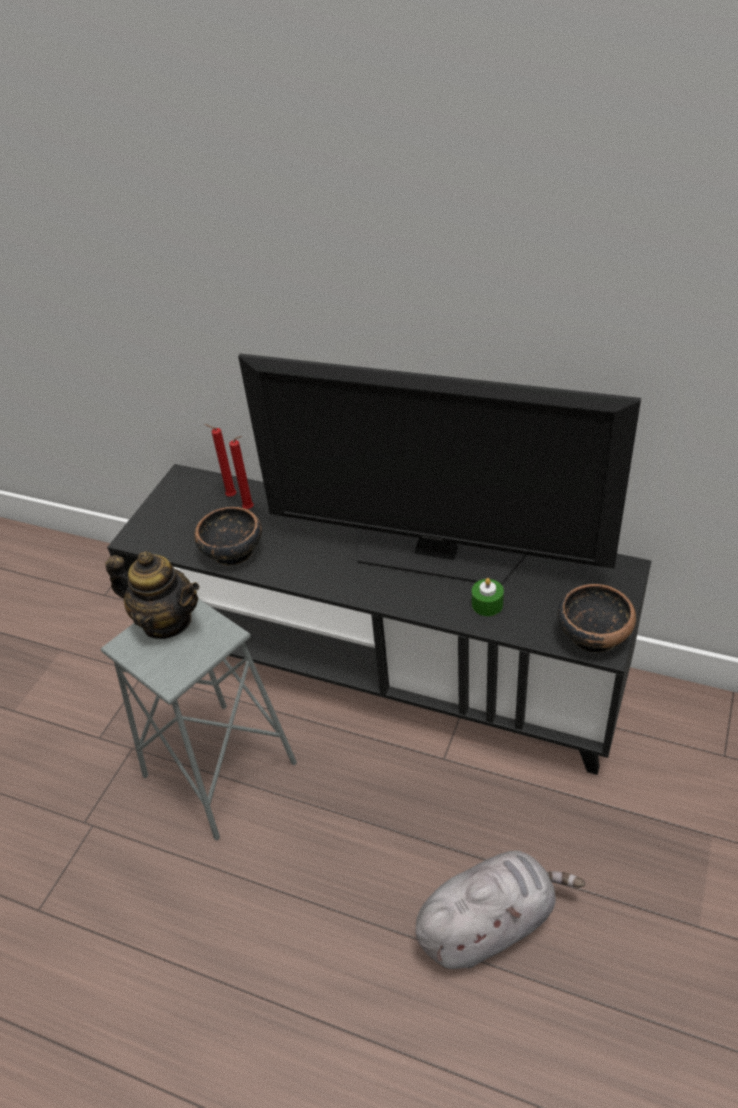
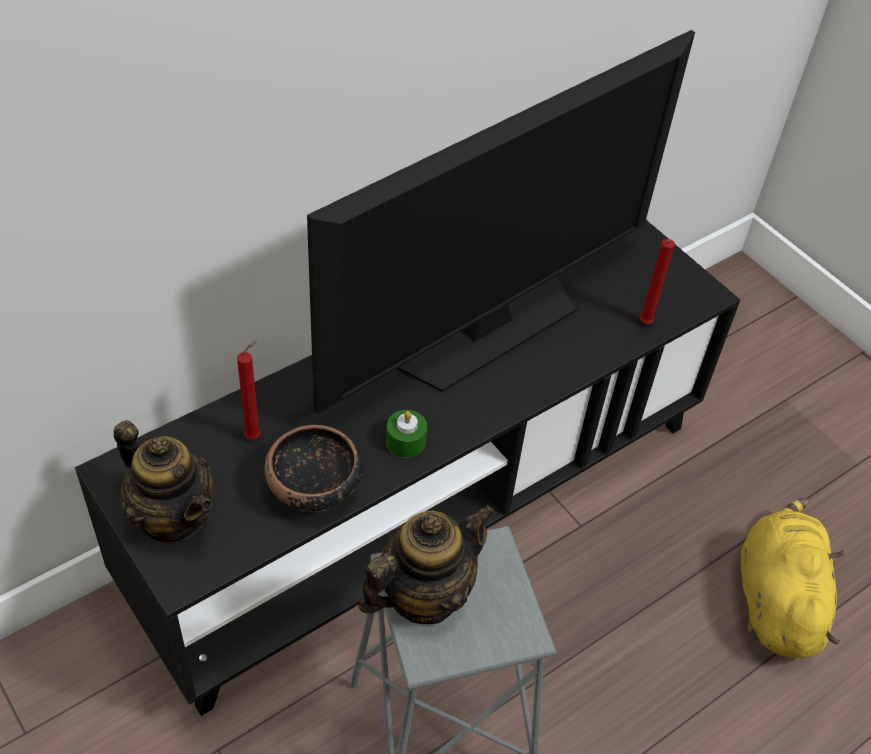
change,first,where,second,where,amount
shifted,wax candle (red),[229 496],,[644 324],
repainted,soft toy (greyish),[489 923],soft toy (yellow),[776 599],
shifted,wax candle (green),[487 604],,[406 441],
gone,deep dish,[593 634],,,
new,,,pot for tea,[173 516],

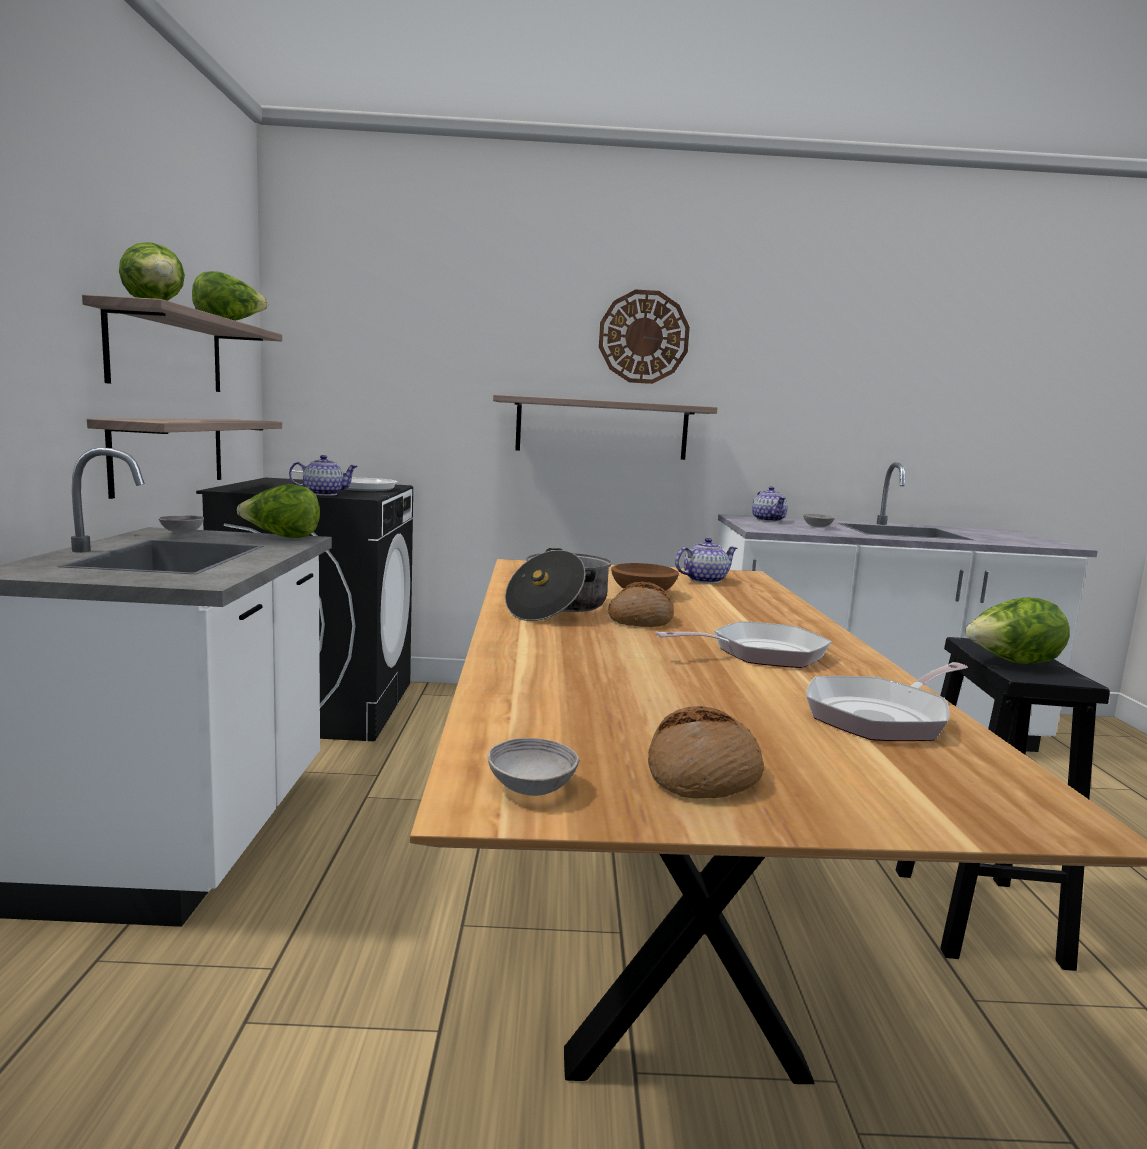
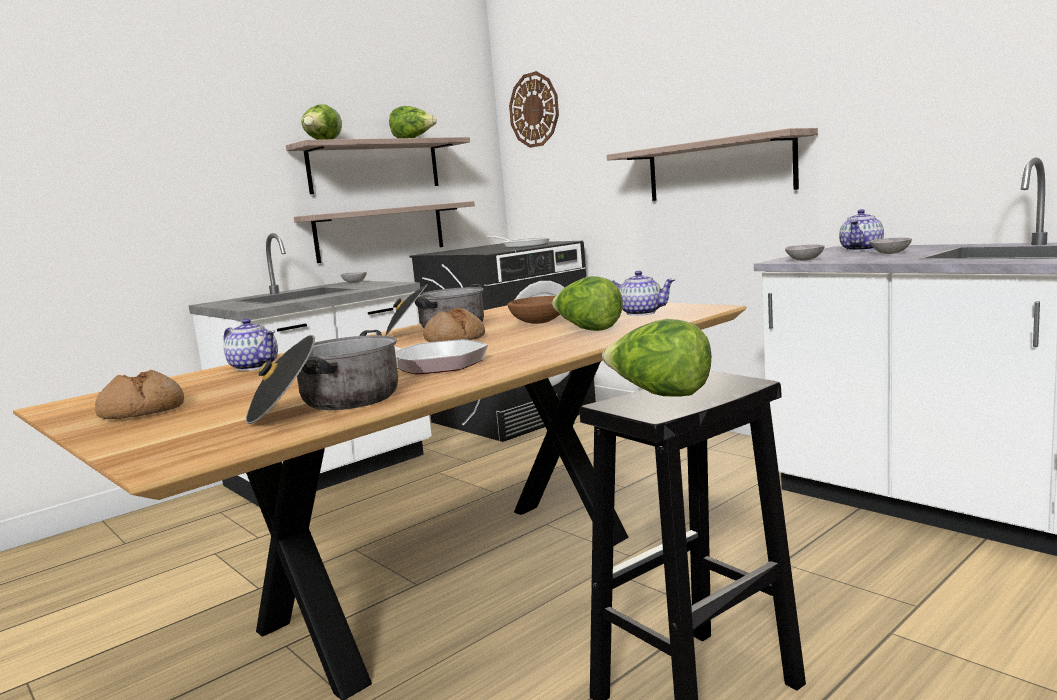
change,first,where,second,where,amount
shifted,head of lettuce,[282 537],,[588 330],
shifted,pot for tea,[323 494],,[254 366],
shifted,deep dish (greyish),[531 788],,[804 260],
shifted,wall clock,[643 337],,[534 110],
swapped,skillet,[882 716],saucepot,[328 404],

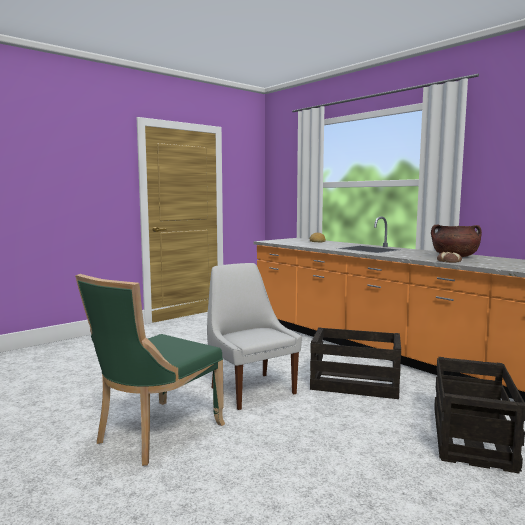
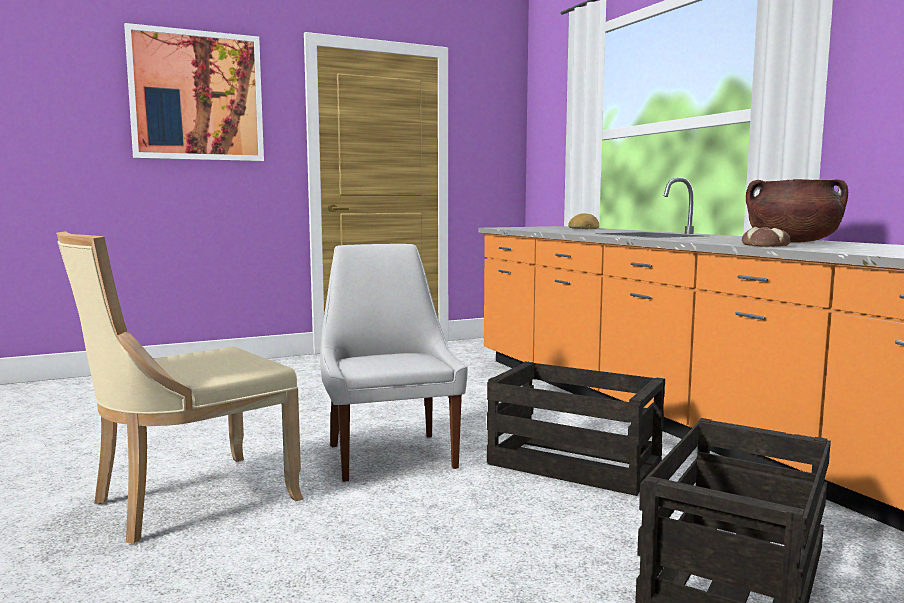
change,first,where,second,where,amount
repainted,upright chair (green),[155 434],upright chair (beige),[187 501],
new,,,picture,[197 96],

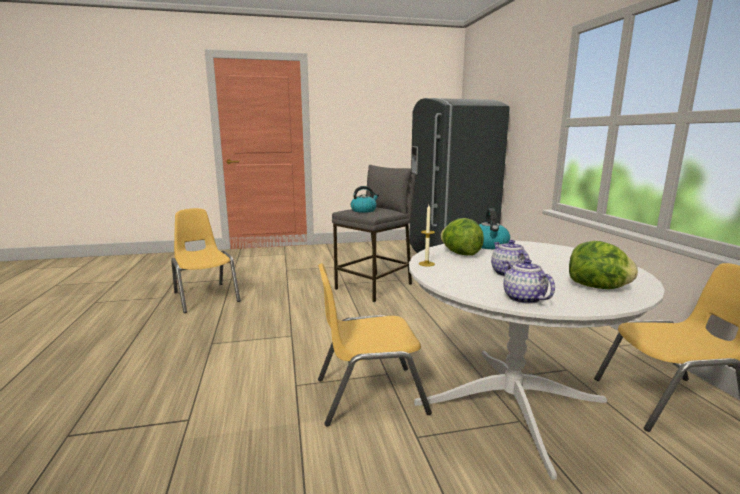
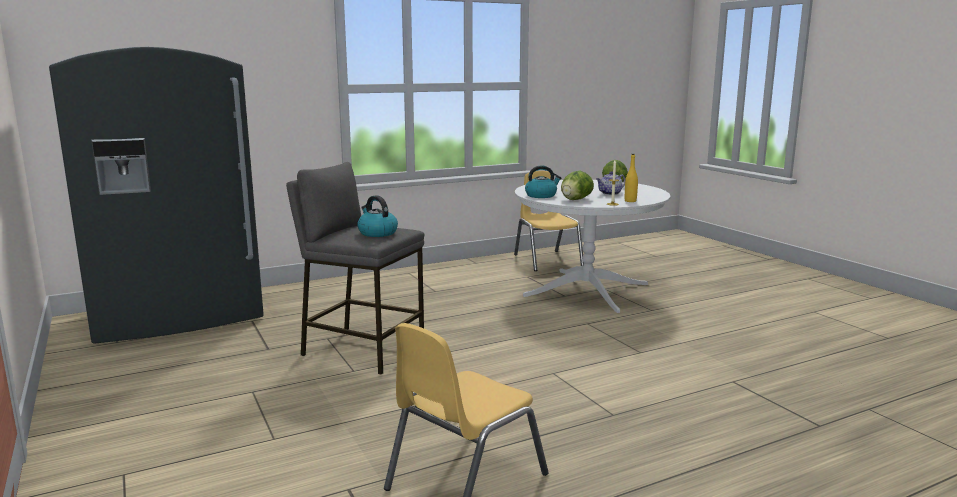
change,first,where,second,where,amount
gone,upright chair (yellow),[370 395],,,
gone,pot for tea,[522 298],,,
new,,,drink bottle (yellow),[630 201],

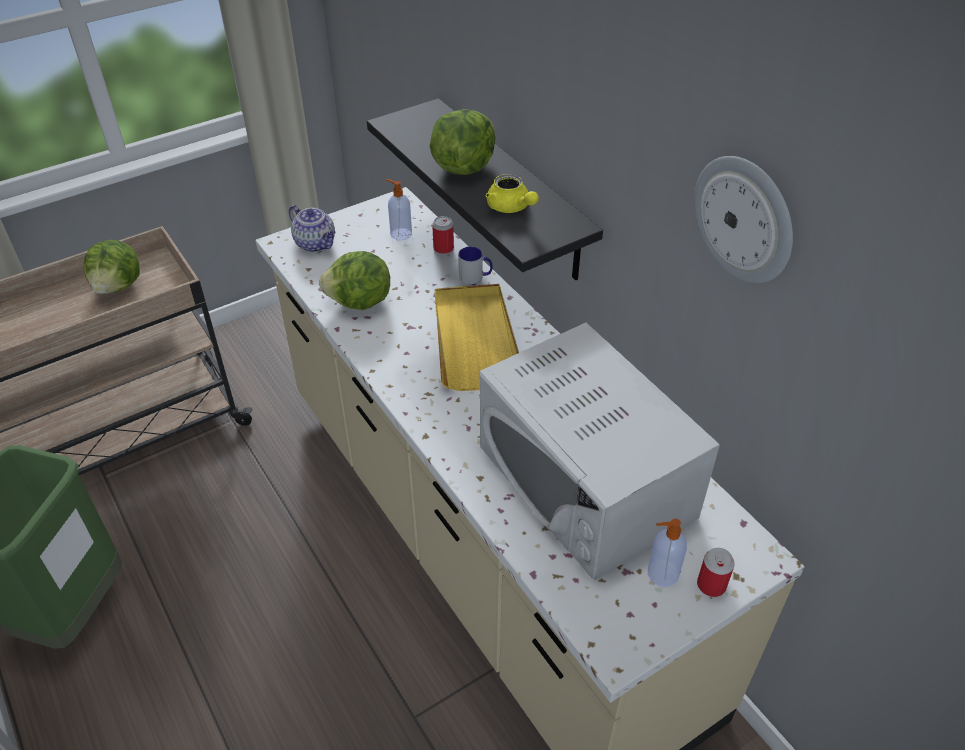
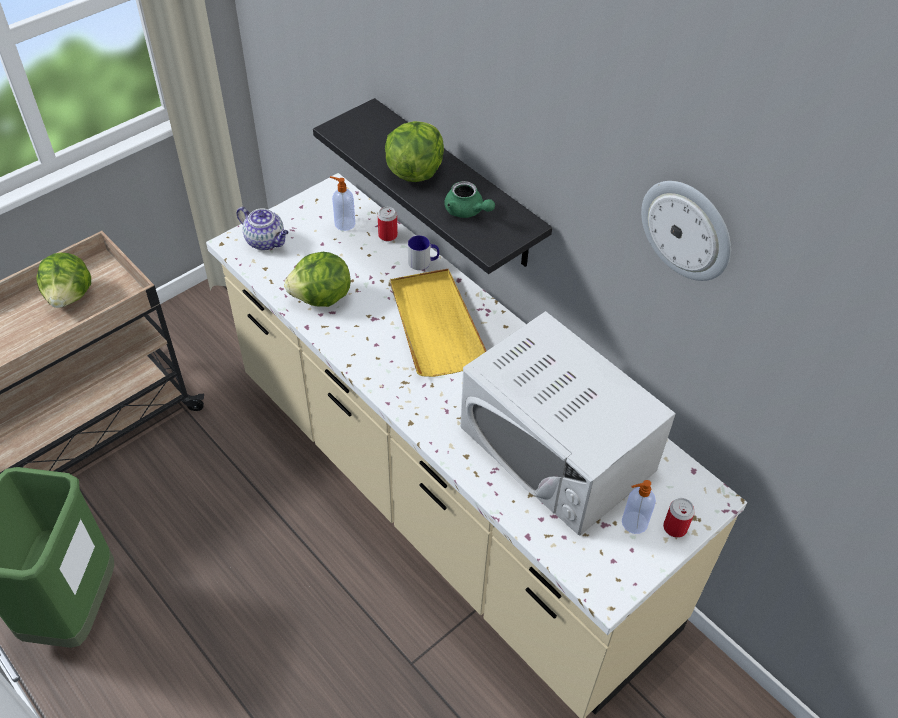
change,first,where,second,where,amount
repainted,pot for tea (yellow),[511 208],pot for tea (green),[467 211],

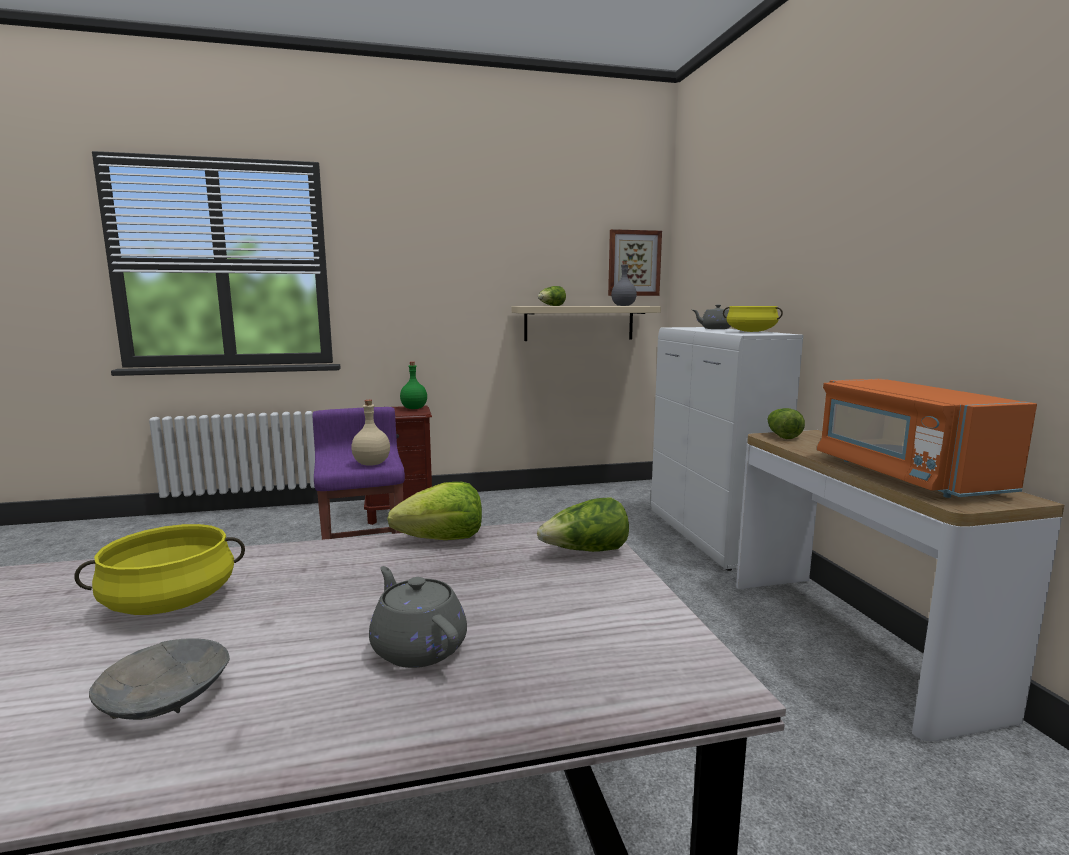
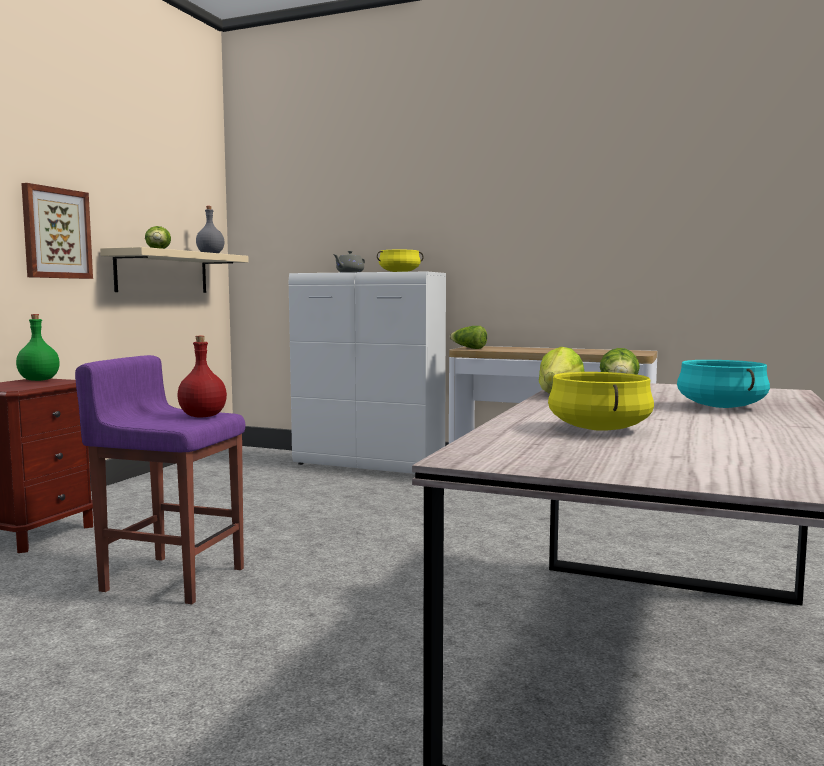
change,first,where,second,where,amount
gone,deep dish (greyish),[164 697],,,
repainted,drink bottle (beige),[372 463],drink bottle (red),[202 416],
swapped,pot for tea (greyish),[418 647],saucepot (turquoise-coloured),[722 407],
shifted,picture,[634 263],,[56 233],
gone,microwave oven (orangey),[903 475],,,

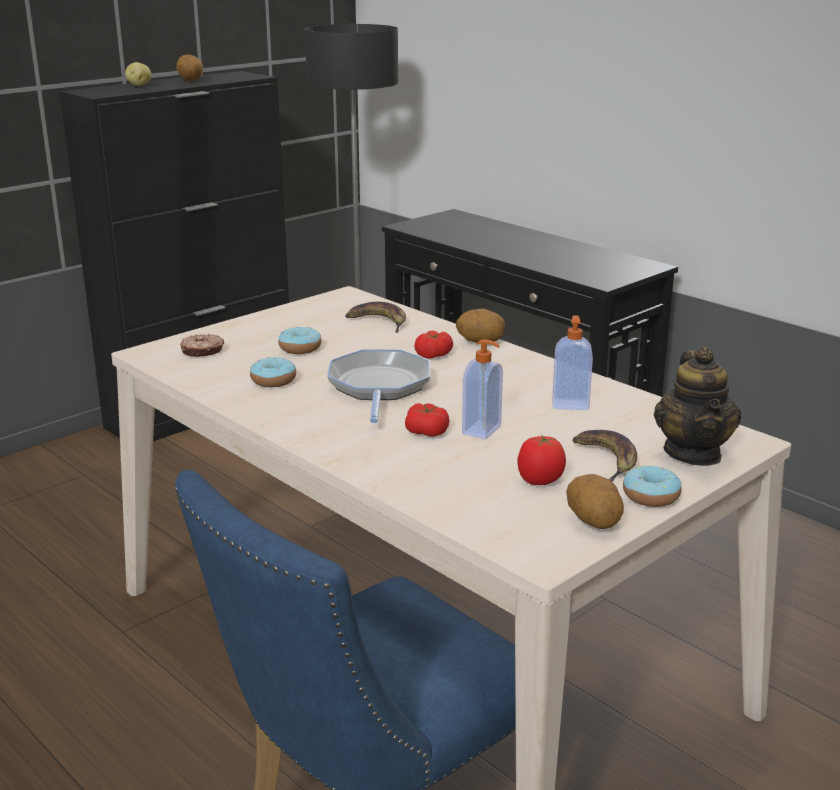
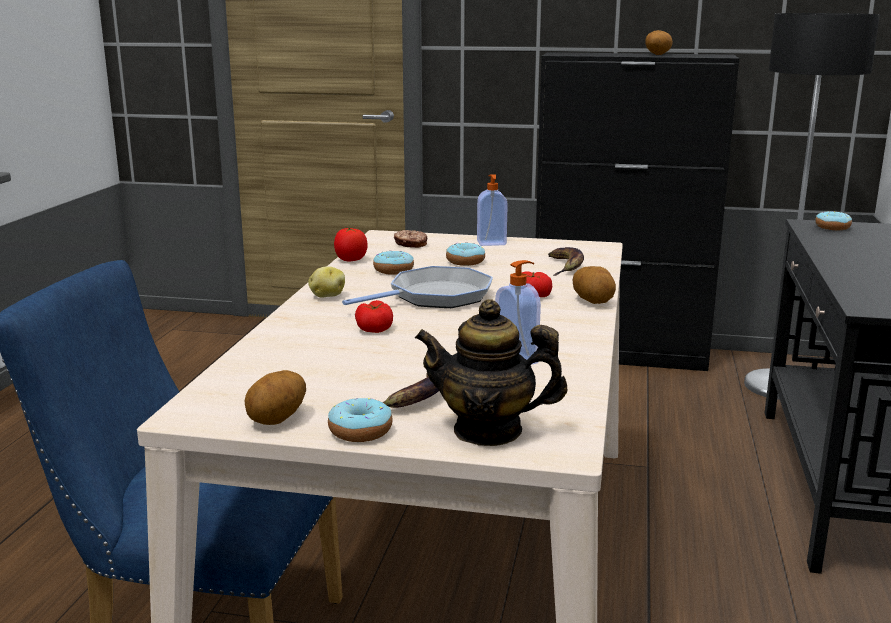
change,first,where,second,where,amount
shifted,whole potato,[139 85],,[326 296],
shifted,liquid soap bottle,[483 430],,[491 243],
shifted,fresh tomato,[540 480],,[350 260],
rotated,pot for tea,[693 453],,[488 430],45 degrees clockwise
new,,,ring doughnut,[832 227],

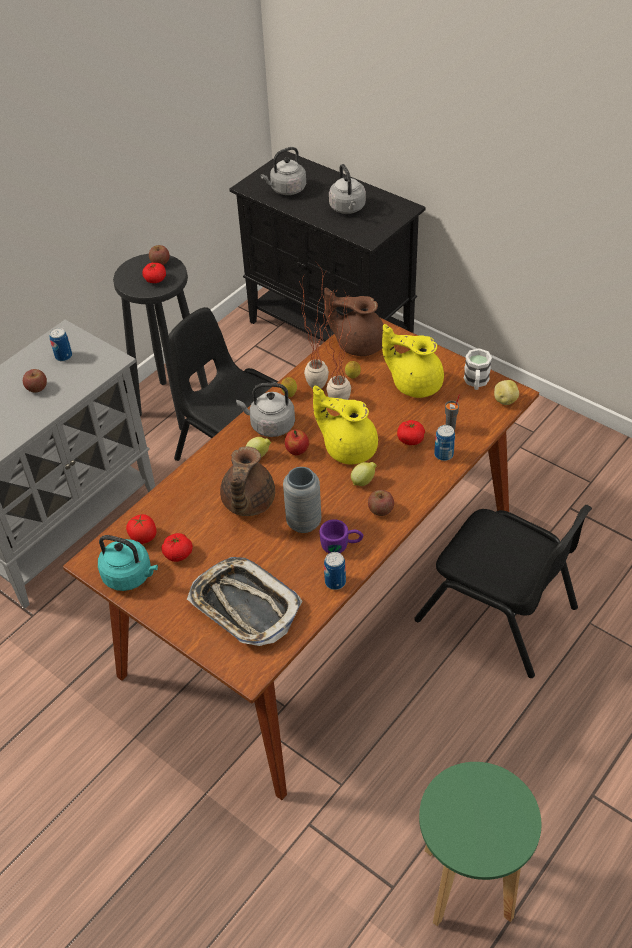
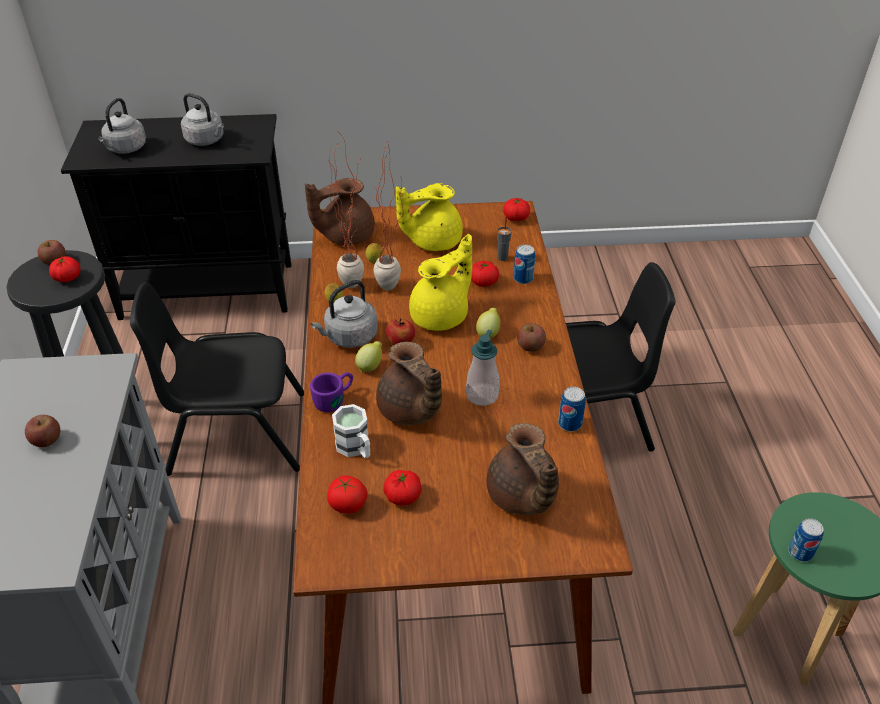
change,first,where,second,where,amount
shifted,can,[63 356],,[800 552],
gone,water kettle (turquoise-coloured),[130 576],,,
swapped,carrying tray,[244 606],pot for tea (brown-coloured),[522 497],
swapped,decorative vase (greyish),[304 523],liquid soap bottle,[482 395],
rotated,pot for tea (yellow),[348 448],,[442 316],150 degrees clockwise
shifted,tea mug (purple-coloured),[341 545],,[335 399],
shifted,tea mug (white),[476 382],,[356 448],
swapped,whole potato,[504 400],fresh tomato,[516 218],

